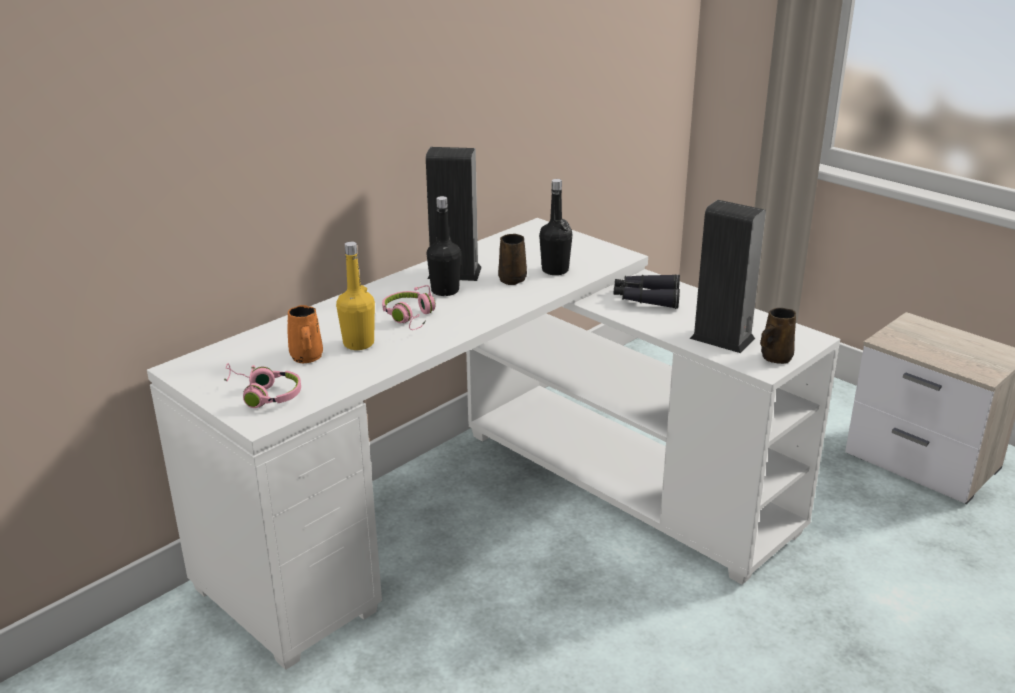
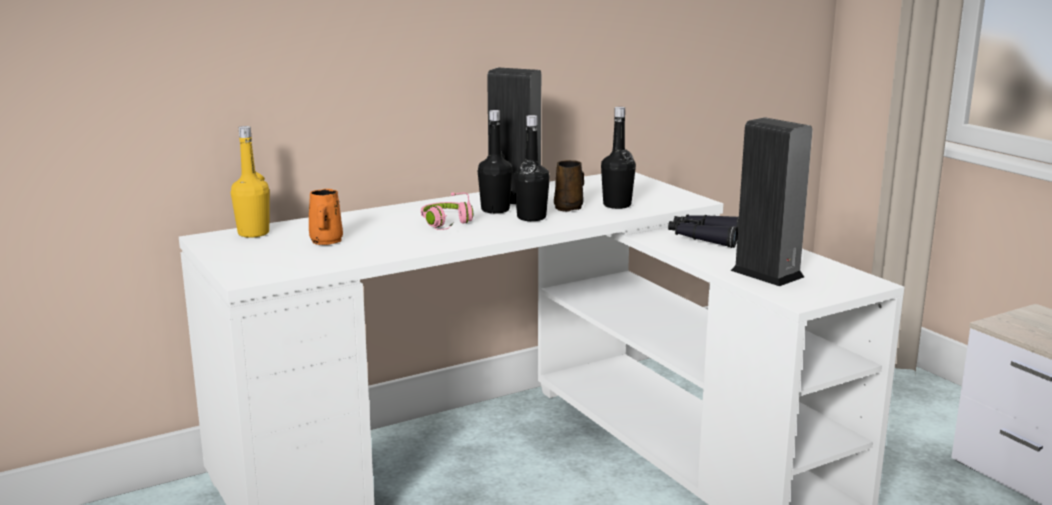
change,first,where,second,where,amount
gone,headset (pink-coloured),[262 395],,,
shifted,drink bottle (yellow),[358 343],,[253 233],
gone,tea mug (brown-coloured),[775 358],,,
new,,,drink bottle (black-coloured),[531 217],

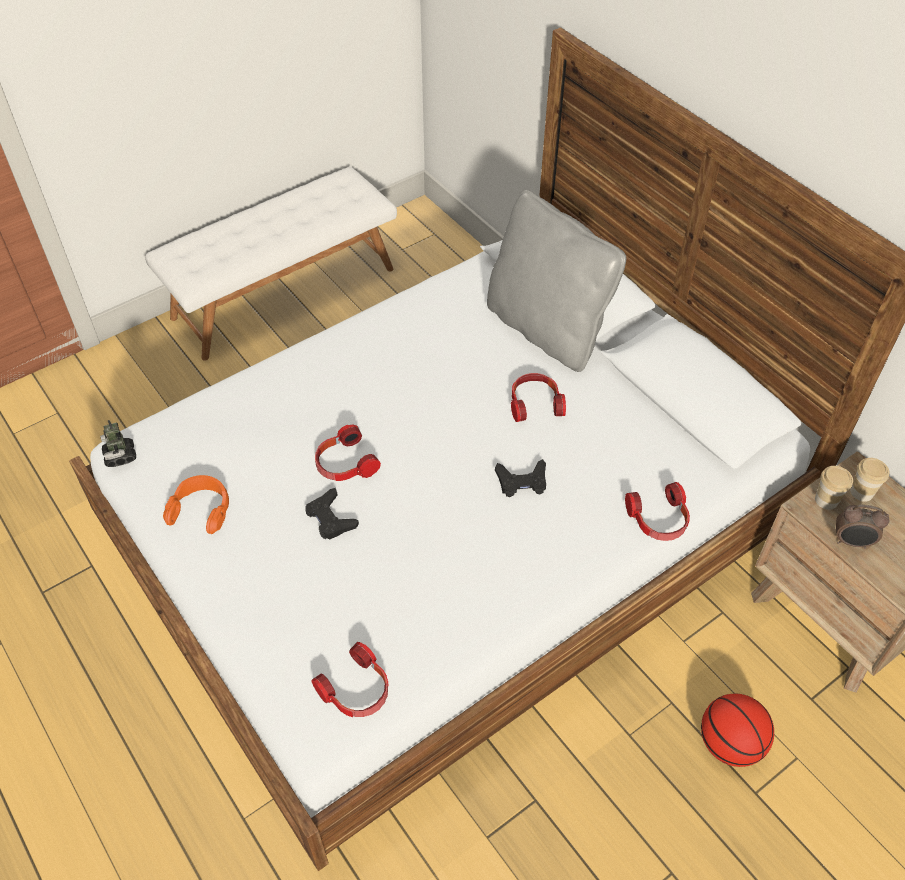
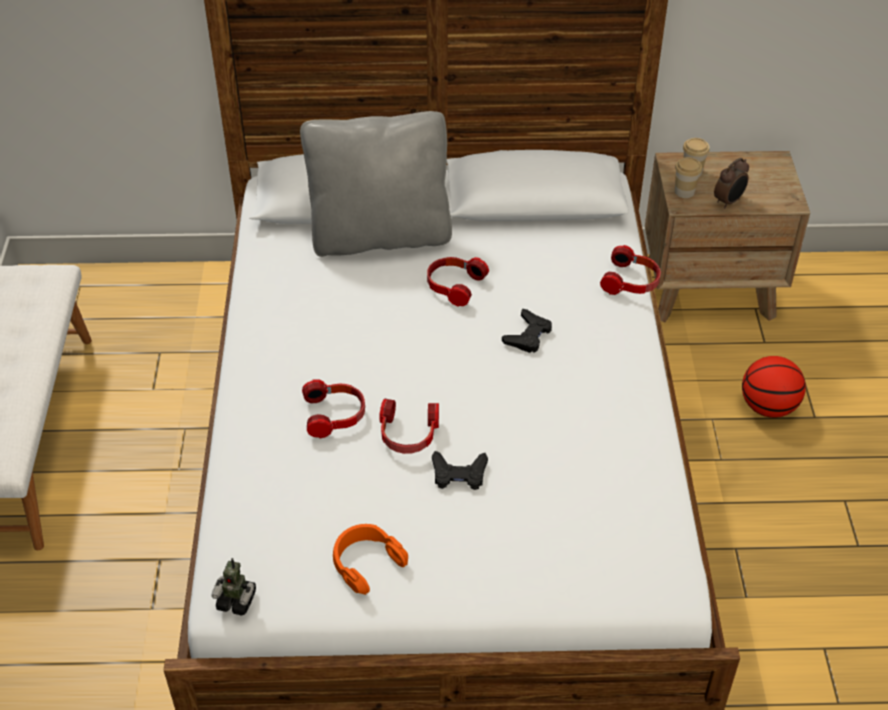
change,first,where,second,where,amount
shifted,headset,[357 690],,[335 415],

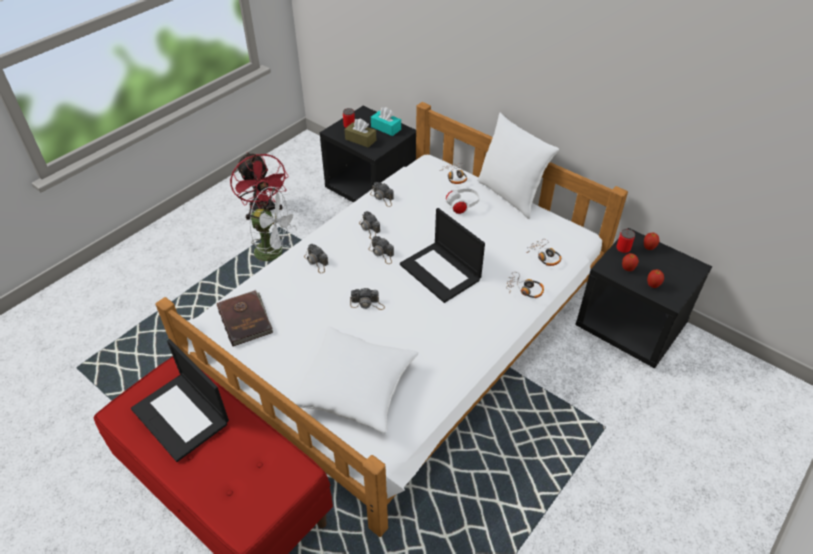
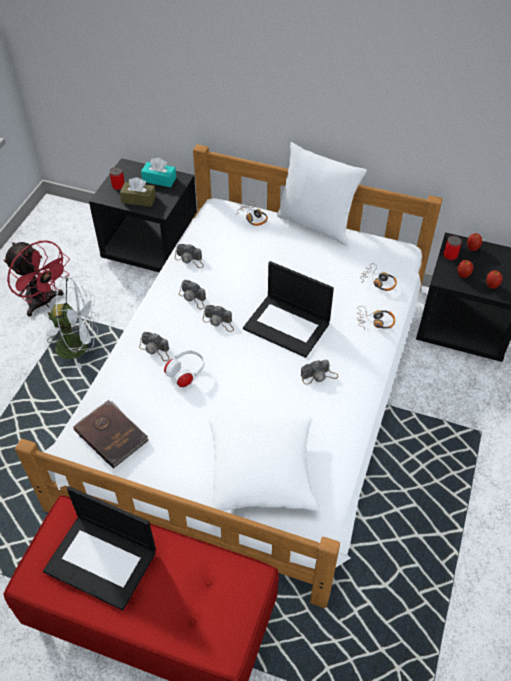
change,first,where,second,where,amount
shifted,photo camera,[367 303],,[319 376],
shifted,headset (white),[462 206],,[185 374],

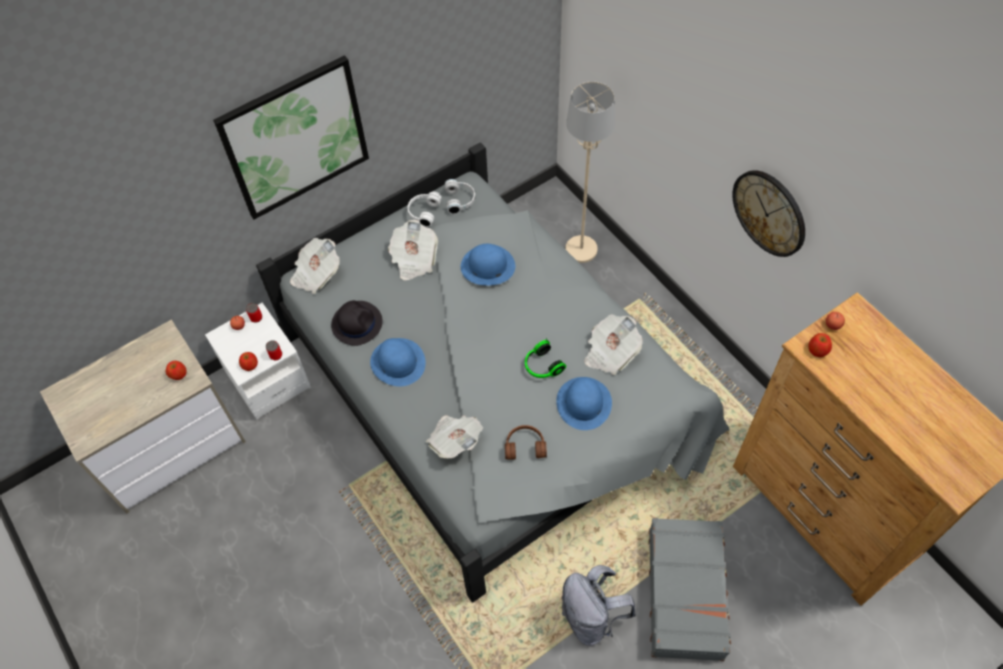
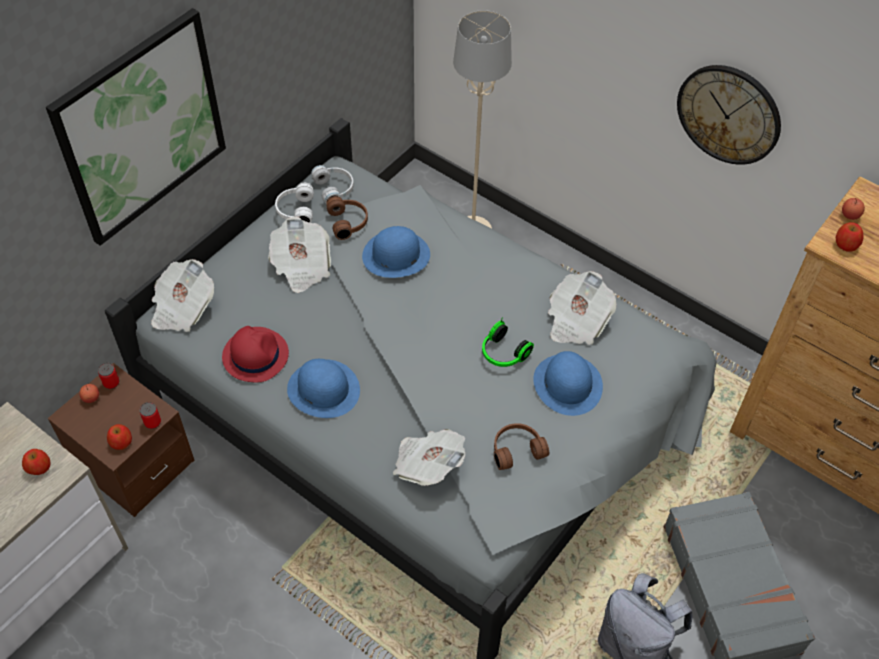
change,first,where,second,where,amount
repainted,night table (white),[267 379],night table (brown-coloured),[134 464],
repainted,clothing hat (black-coloured),[357 323],clothing hat (red),[255 355],
new,,,headset (brown-coloured),[349 222],

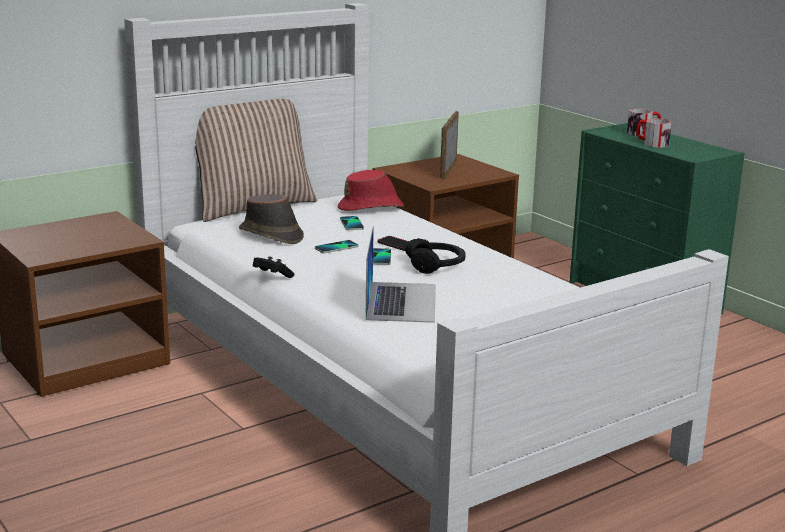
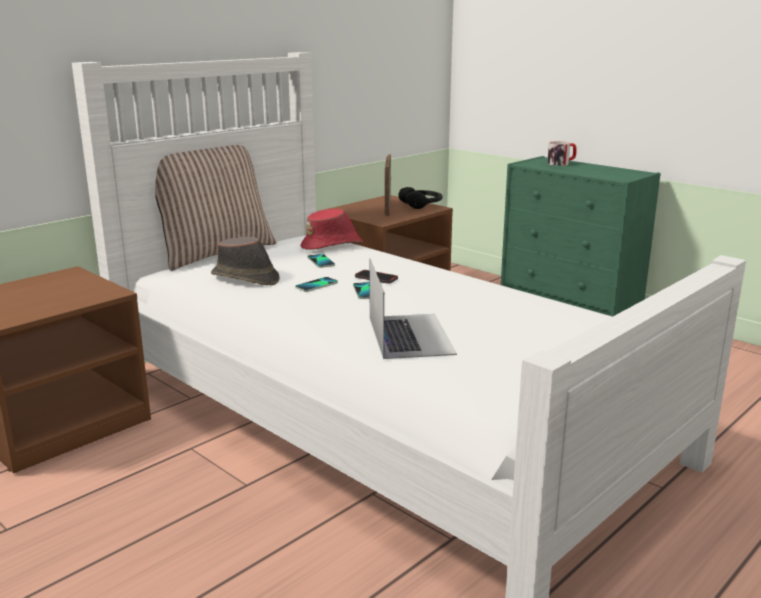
change,first,where,second,where,amount
gone,joypad (black-coloured),[271 276],,,
shifted,headset (black-coloured),[436 266],,[421 205],
gone,tea mug,[651 143],,,

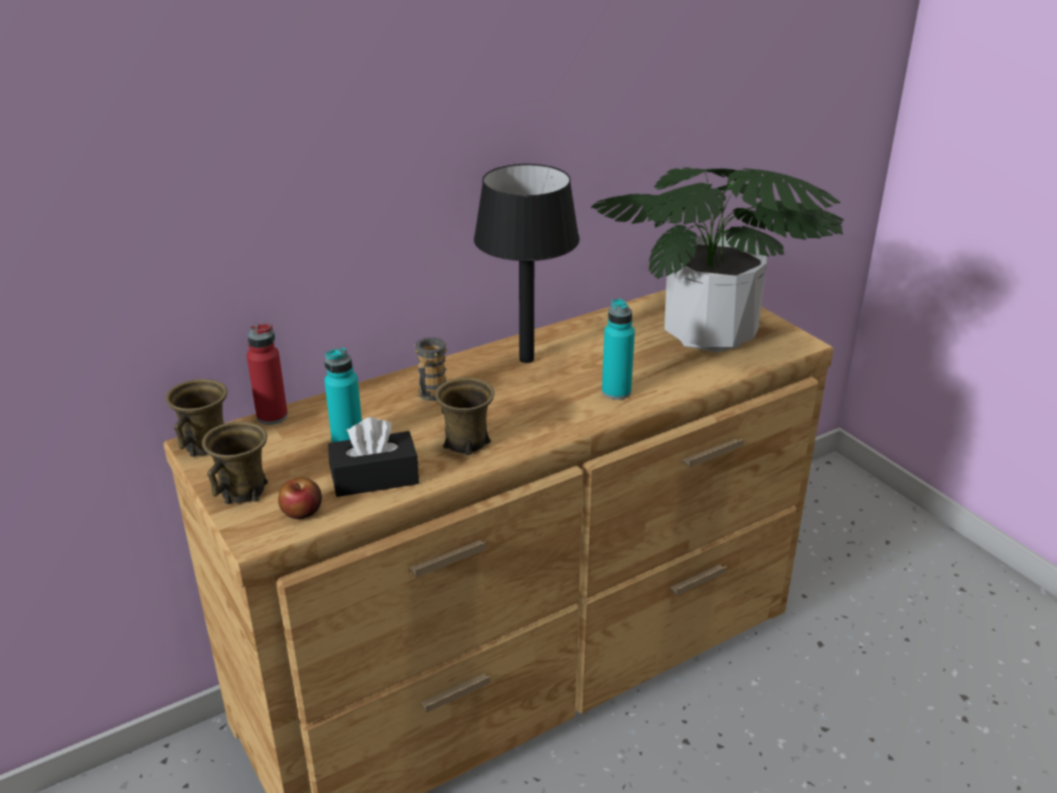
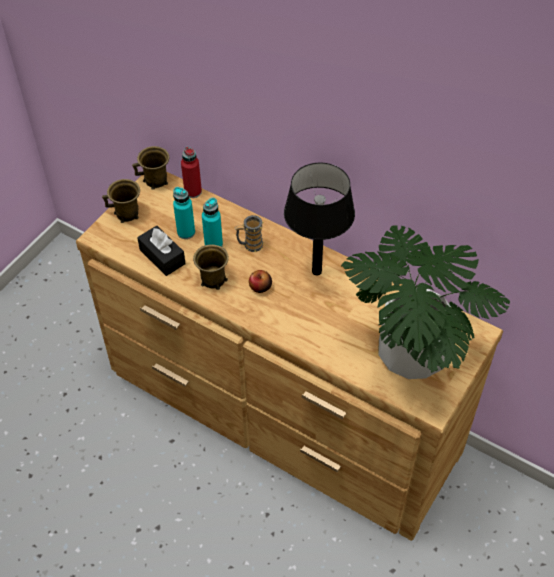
change,first,where,second,where,amount
shifted,whole apple,[302 511],,[260 287],
shifted,drink bottle (turquoise-coloured),[616 392],,[213 244],

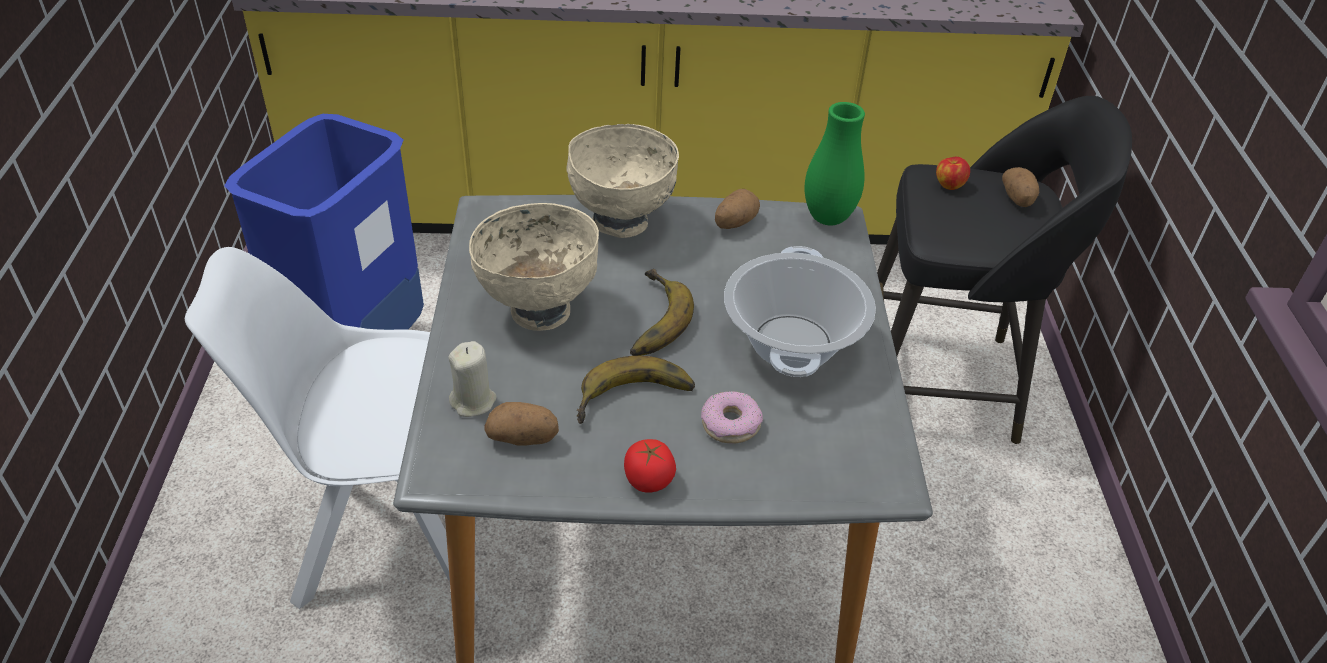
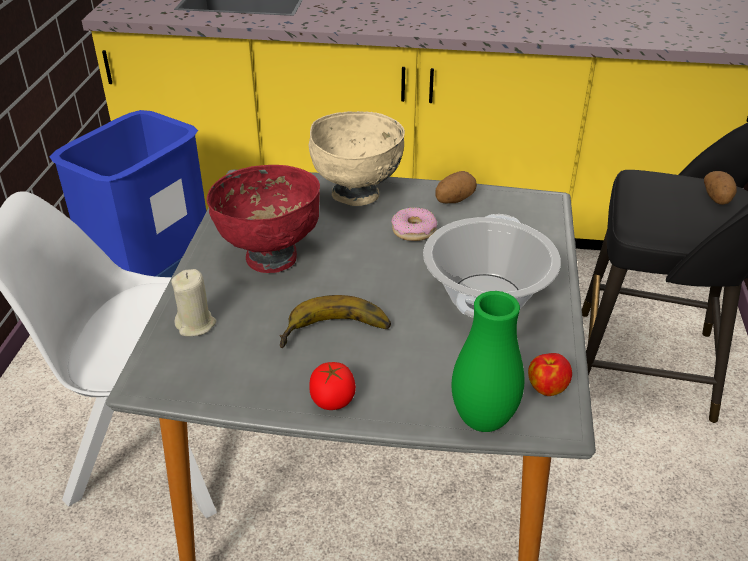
change,first,where,second,where,amount
repainted,deep dish (beige),[539 309],deep dish (red),[270 257],
gone,whole potato,[523 438],,,
gone,whole banana,[648 319],,,
shifted,ring doughnut,[730 424],,[414 230],
shifted,decorative vase (green),[828 218],,[483 420],
shifted,whole apple,[949 185],,[546 388],

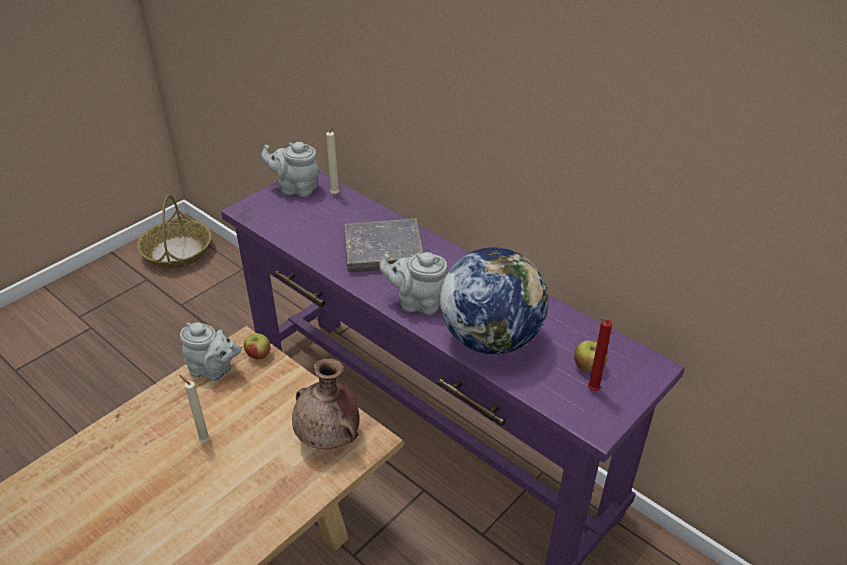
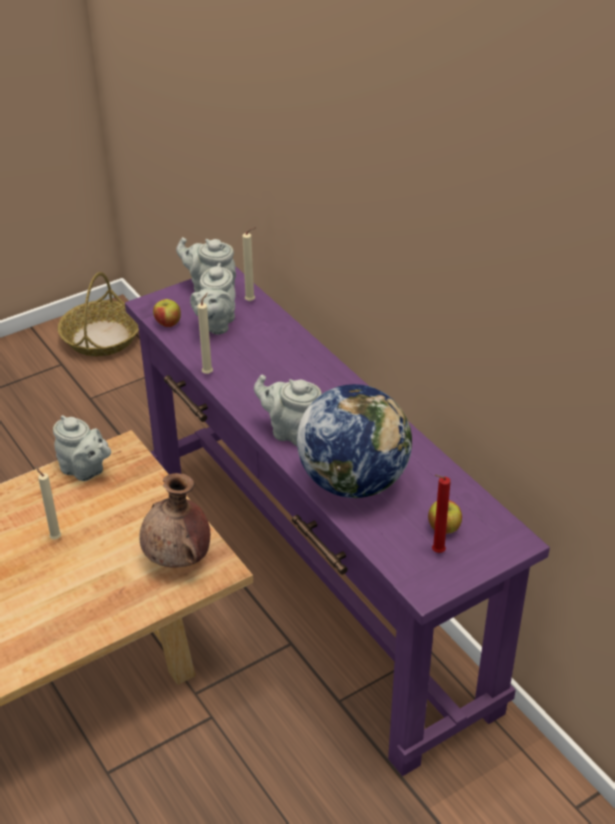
change,first,where,second,where,amount
shifted,whole apple,[258 355],,[168 323],
gone,bound book (greyish),[383 250],,,
new,,,pot for tea (greyish),[215 324],
new,,,wax candle (beige),[209 373],

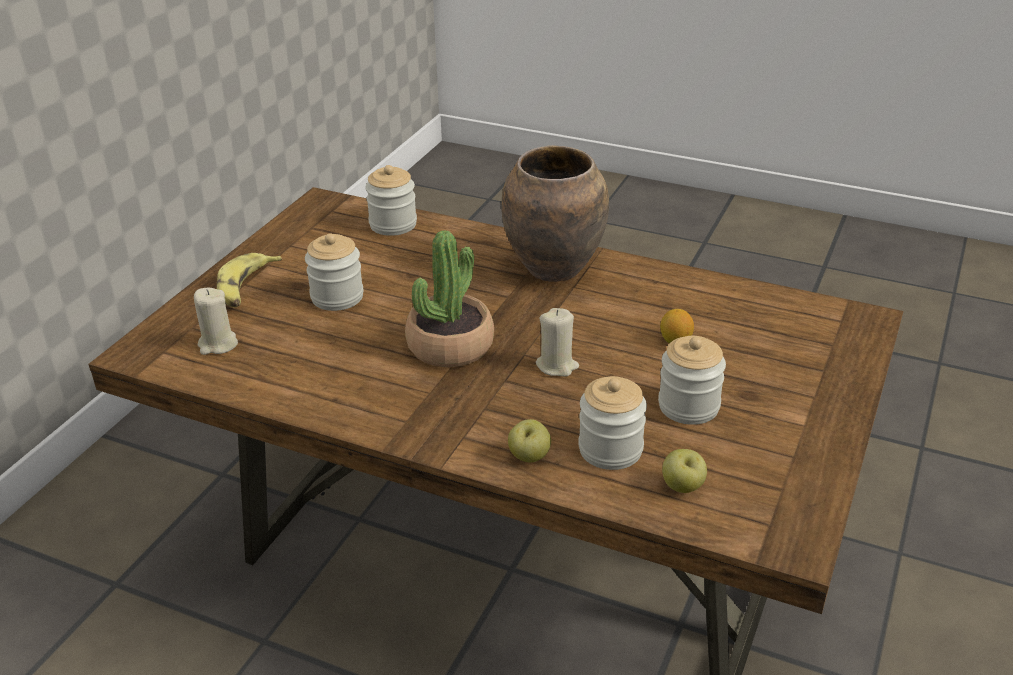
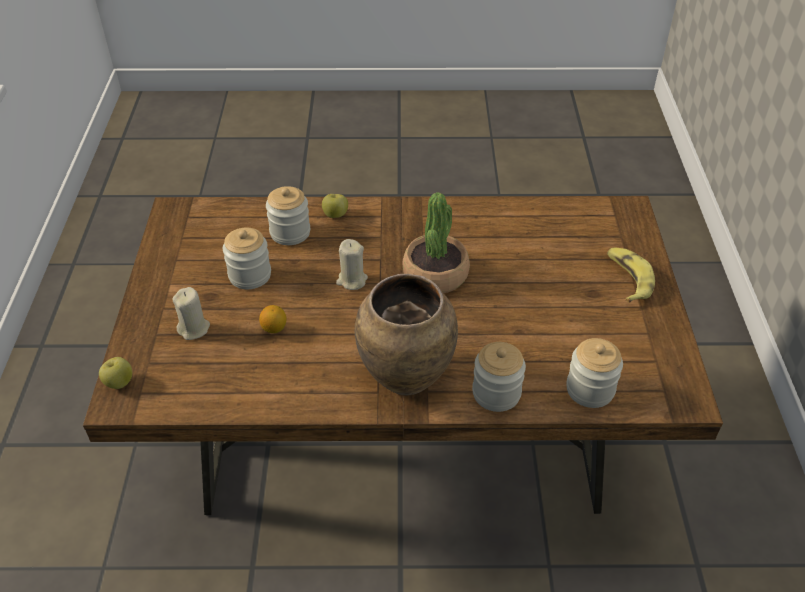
change,first,where,second,where,amount
shifted,wax candle (beige),[218 344],,[194 328],
shifted,jar,[337 297],,[496 393],
shifted,whole apple,[682 487],,[119 383],

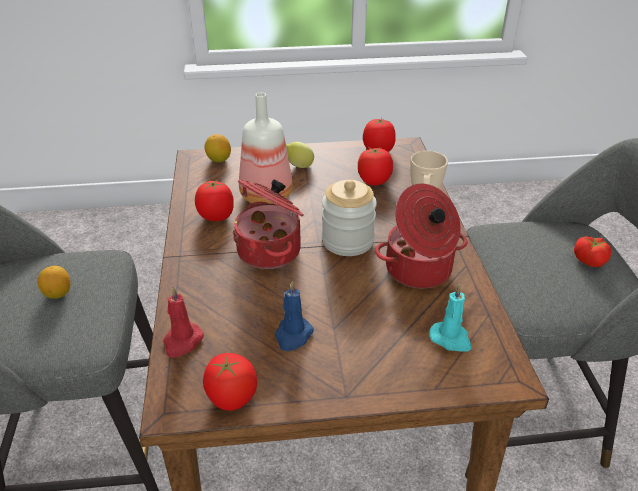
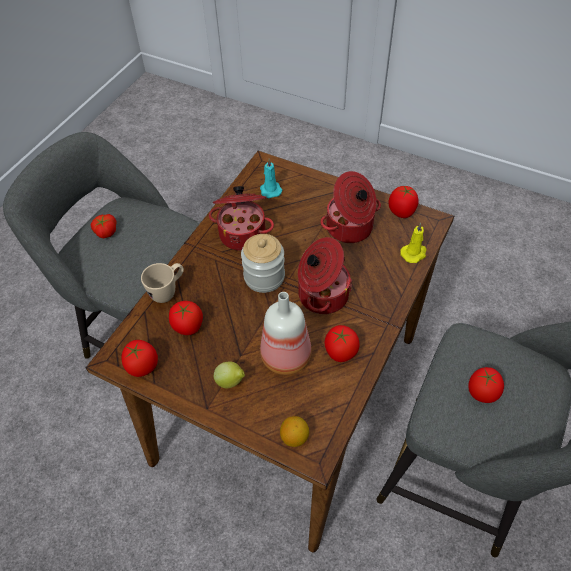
change,first,where,second,where,amount
swapped,citrus fruit,[58 293],fresh tomato,[482 392],
repainted,wax candle (red),[182 342],wax candle (yellow),[414 253],
swapped,wax candle (bluish),[293 336],saucepot,[350 228],

